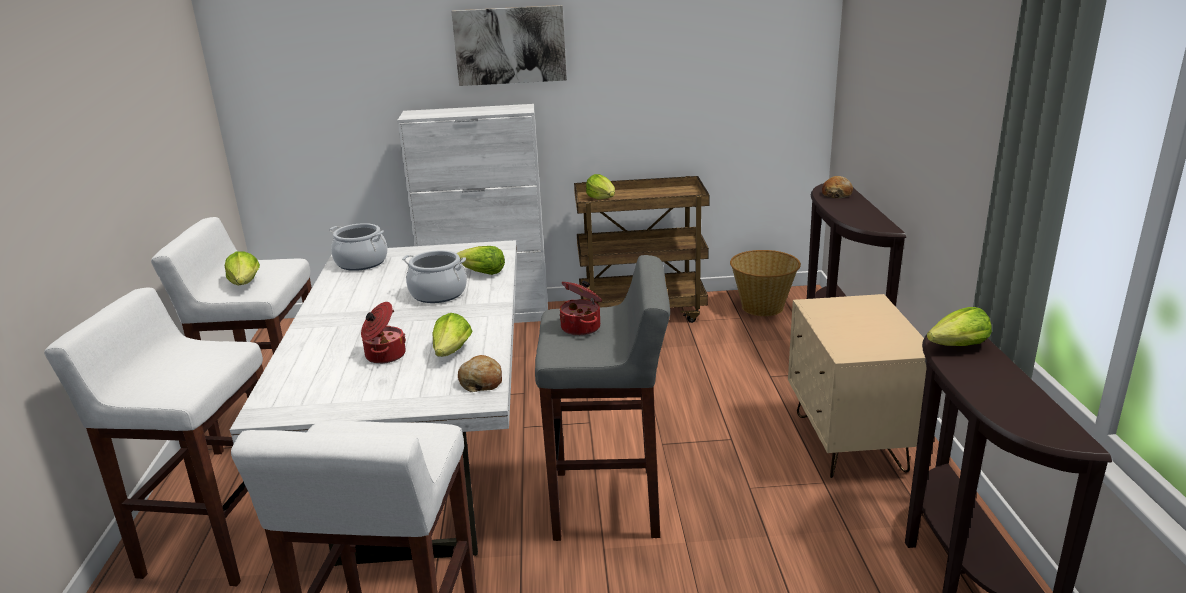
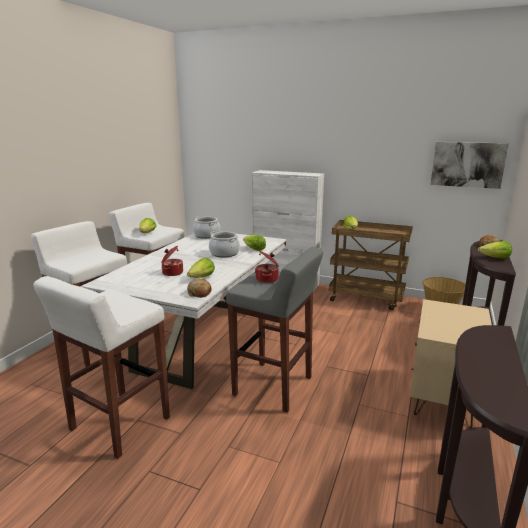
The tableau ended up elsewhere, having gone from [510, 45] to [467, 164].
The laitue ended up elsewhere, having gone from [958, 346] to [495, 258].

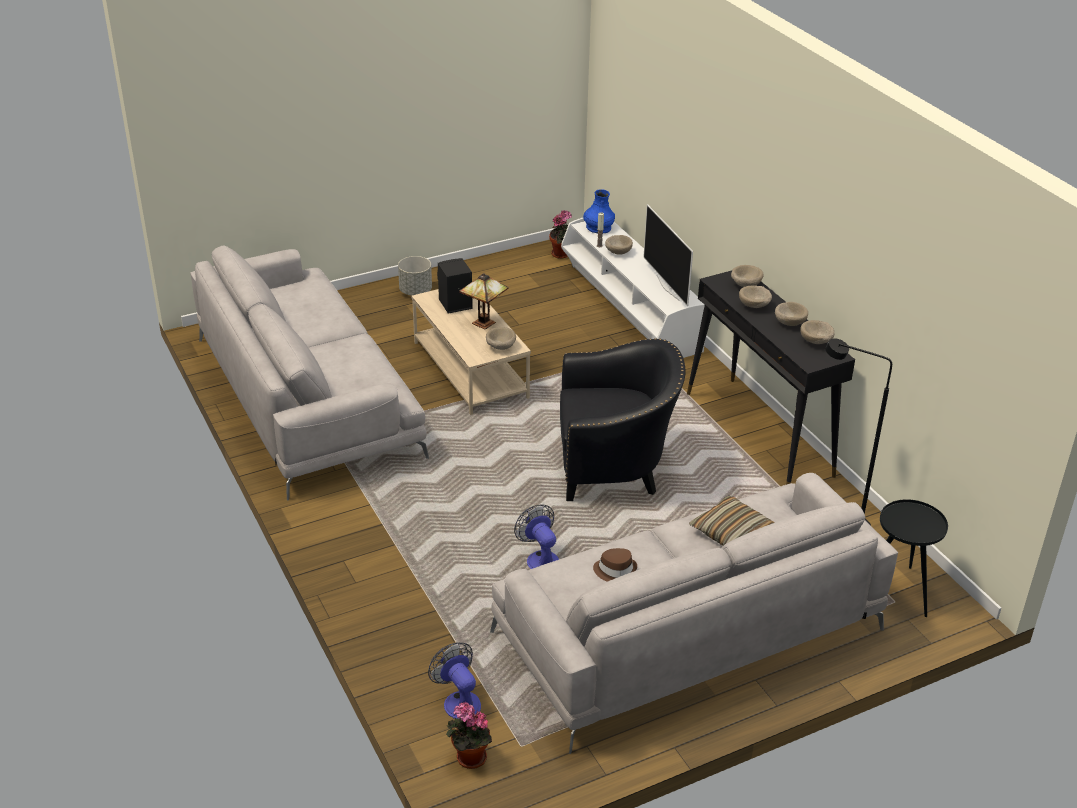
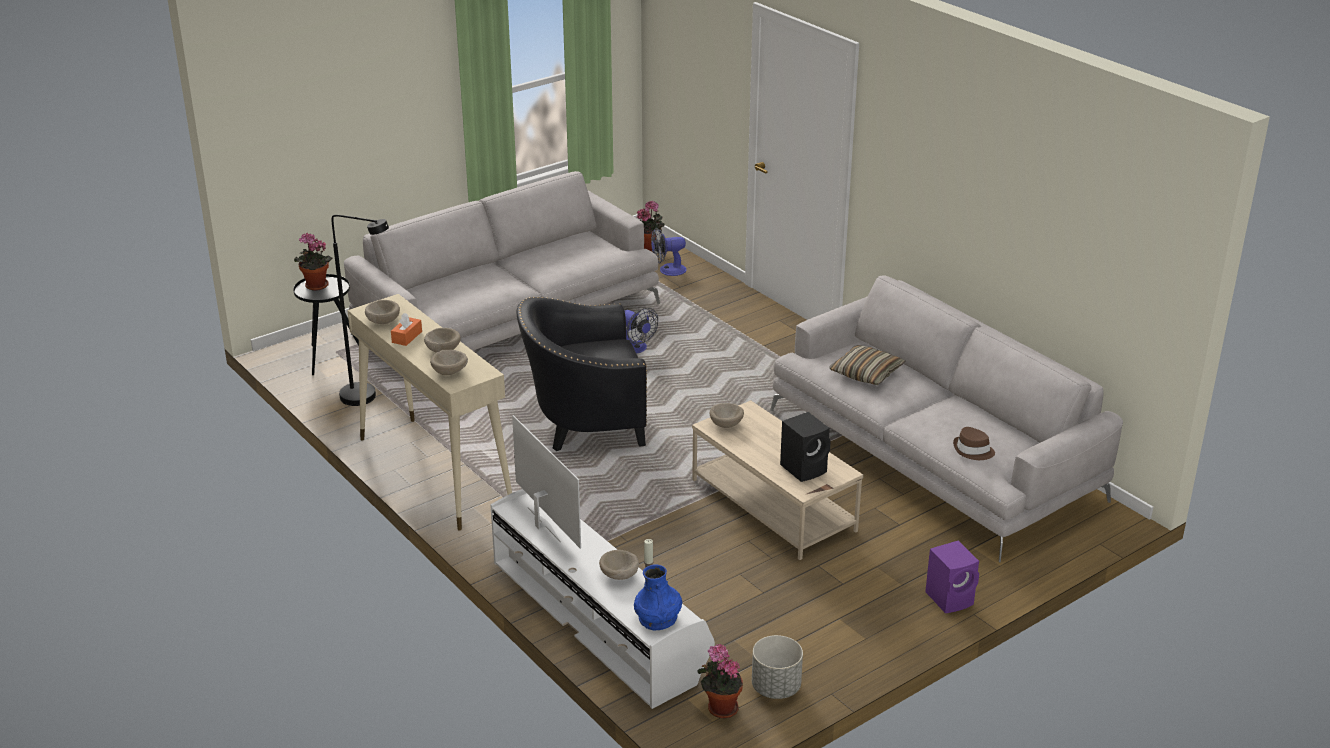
The second view lost the lampe de table at [485, 323].
The second view gained the plante en pot at [315, 286].
The second view gained the enceinte (violet) at [951, 598].
The cache-pot (gris) ended up elsewhere, having gone from [416, 291] to [775, 687].
The chapeau (marron) ended up elsewhere, having gone from [615, 570] to [973, 451].
The coussin ended up elsewhere, having gone from [732, 533] to [866, 373].
Where the bol (beige) stood at [789, 322], the boîte à mouchoirs (orange) came to stand at [407, 337].
What was the table console (noir) at [759, 434] turned into the table console (beige) at [434, 471].
The ventilateur at [458, 701] ended up facing another way, 120 degrees clockwise from before.

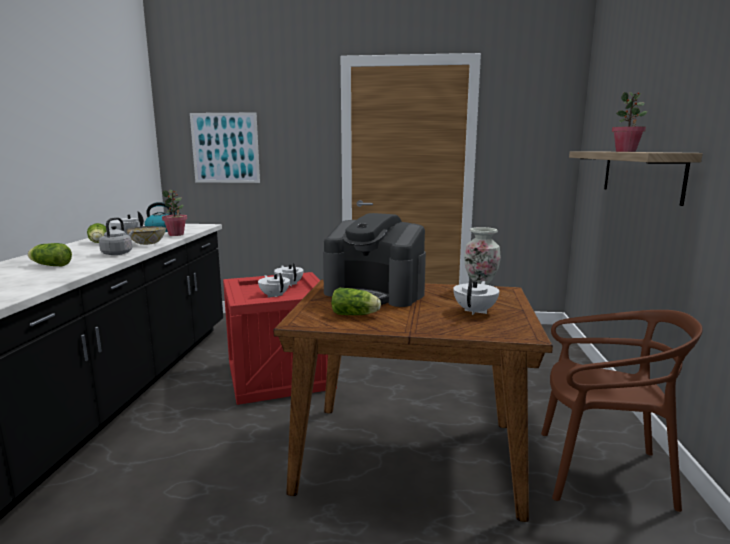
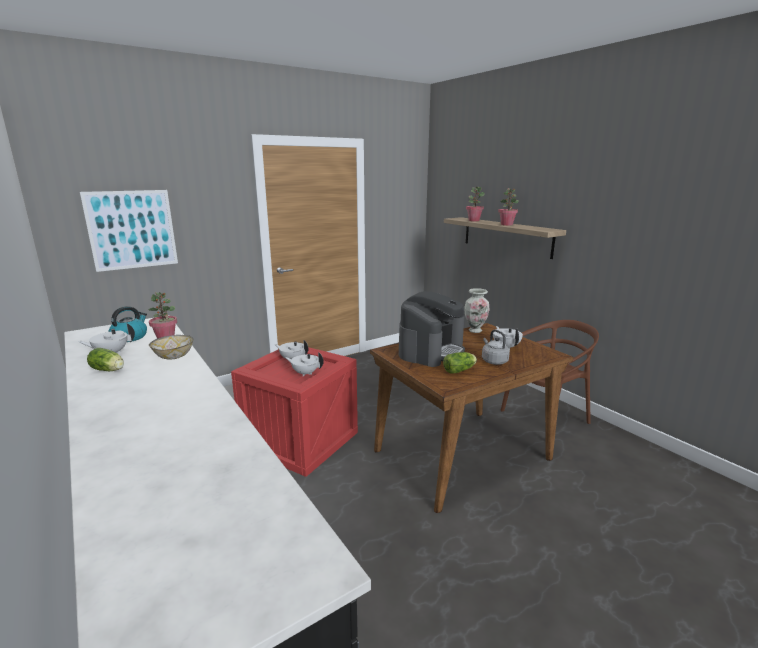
The second view lost the laitue at [50, 265].
The second view gained the plante en pot at [473, 220].
The bouilloire (gris) ended up elsewhere, having gone from [118, 253] to [493, 361].
The machine à café at [375, 293] ended up facing another way, 45 degrees counterclockwise from before.

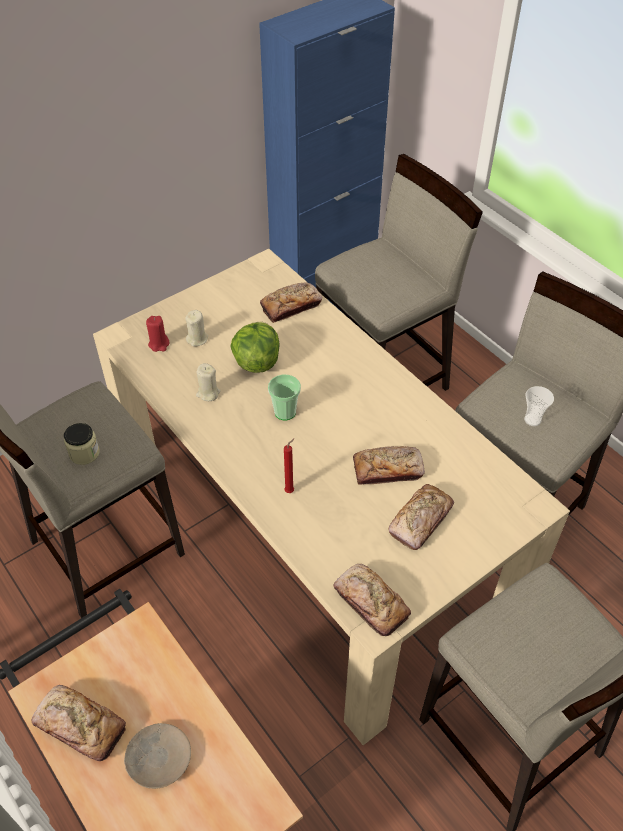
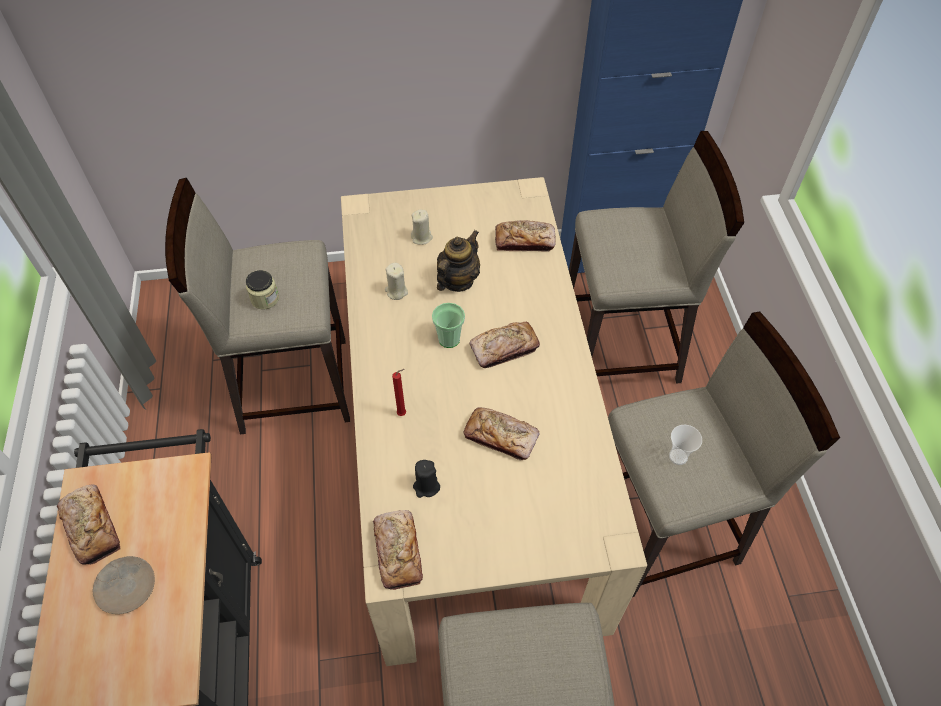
The second view lost the bougie (rouge) at [159, 344].
The second view gained the bougie (noir) at [426, 486].
The pain ended up elsewhere, having gone from [420, 521] to [504, 349].
Where the laitue stood at [256, 361], the théière came to stand at [457, 280].

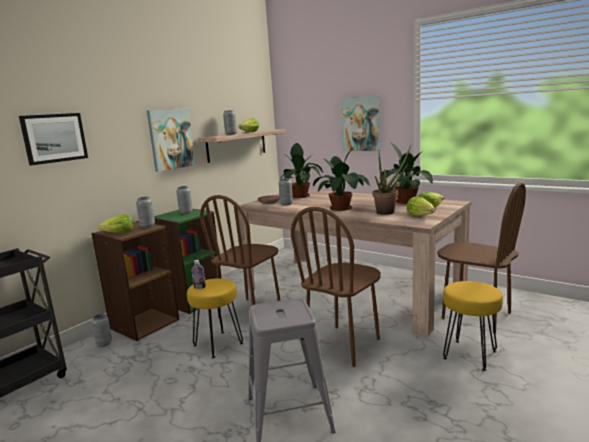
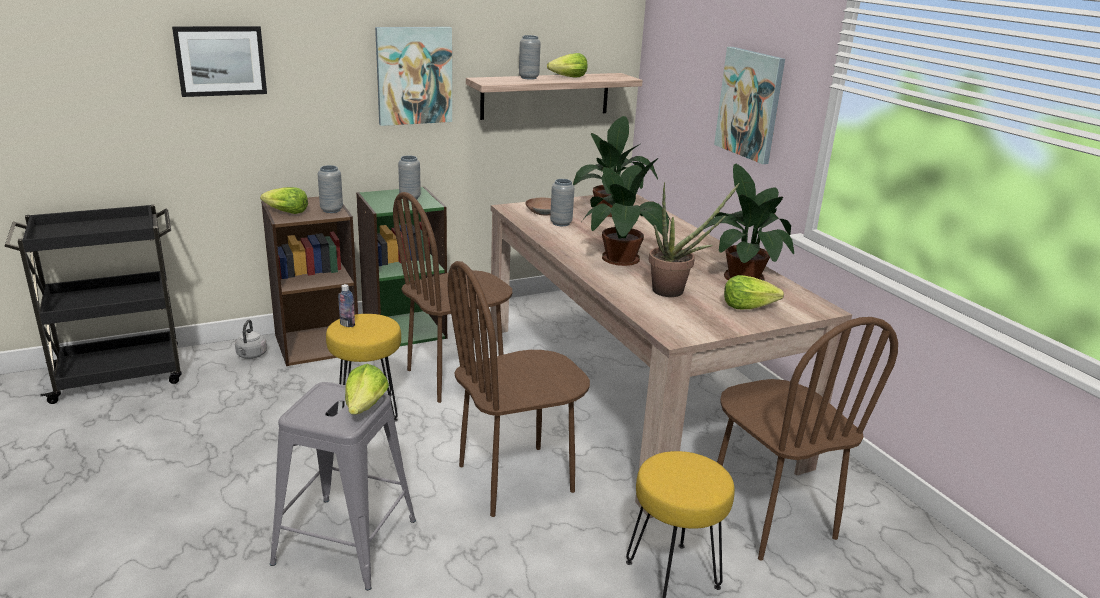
The laitue ended up elsewhere, having gone from [421, 216] to [365, 406].
Where the vase (gris) stood at [104, 344], the bouilloire (gris) came to stand at [251, 355].

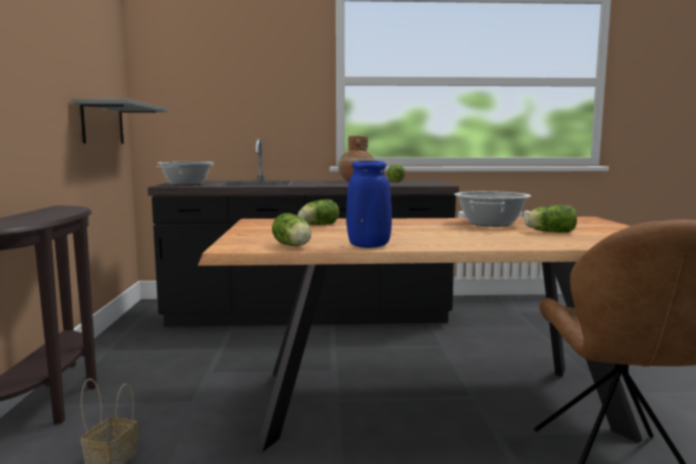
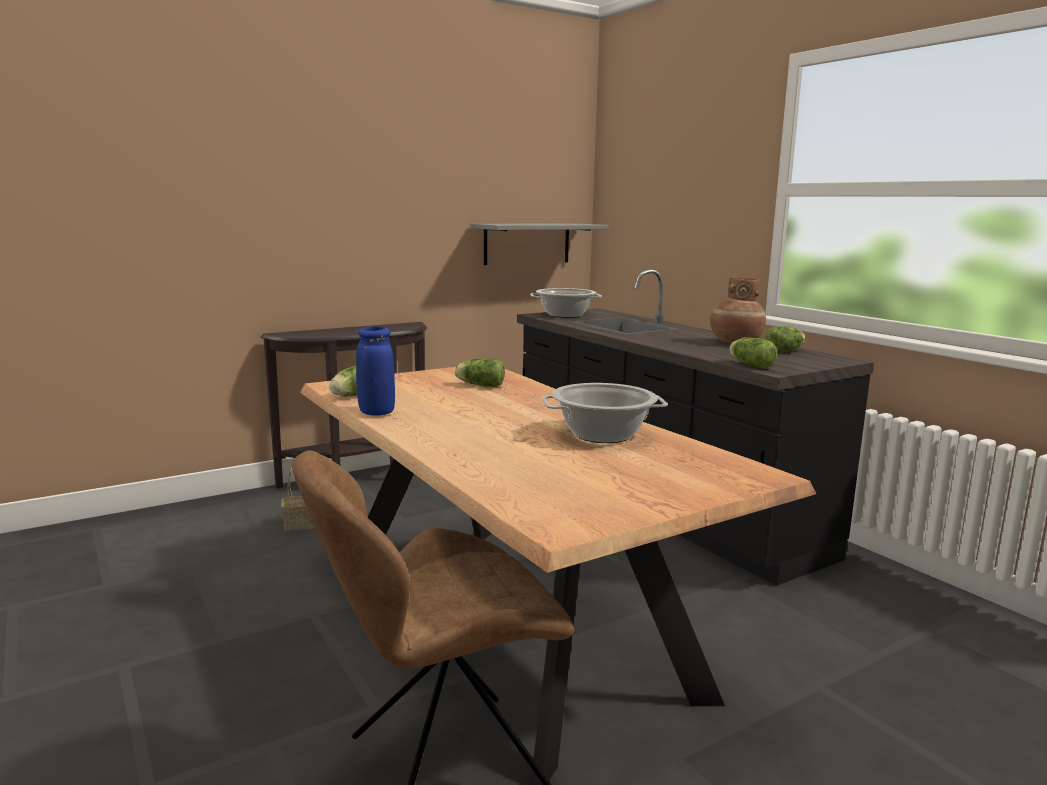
The laitue ended up elsewhere, having gone from [548, 232] to [749, 365].

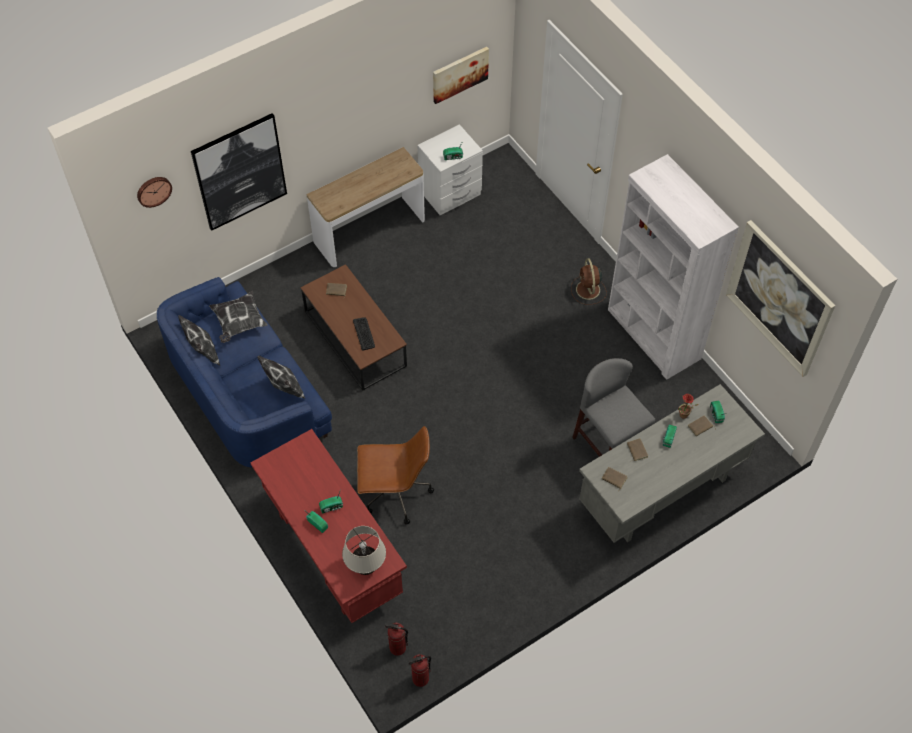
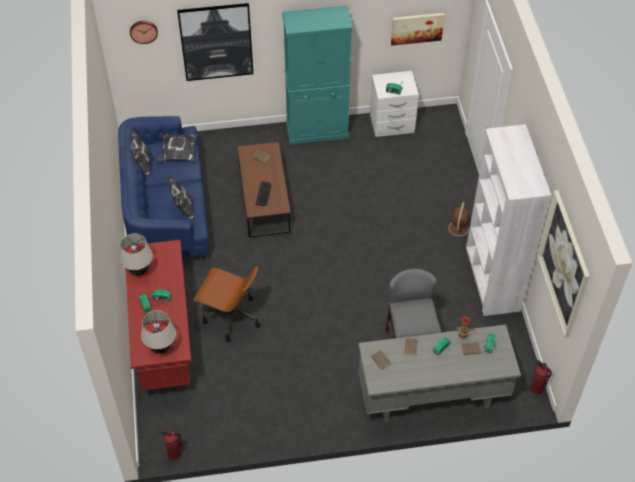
The second view gained the lampe de table (beige) at [139, 271].
The extincteur ended up elsewhere, having gone from [397, 648] to [536, 389].
Where the table console stood at [369, 231], the meuble de rangement (turquoise) came to stand at [317, 130].

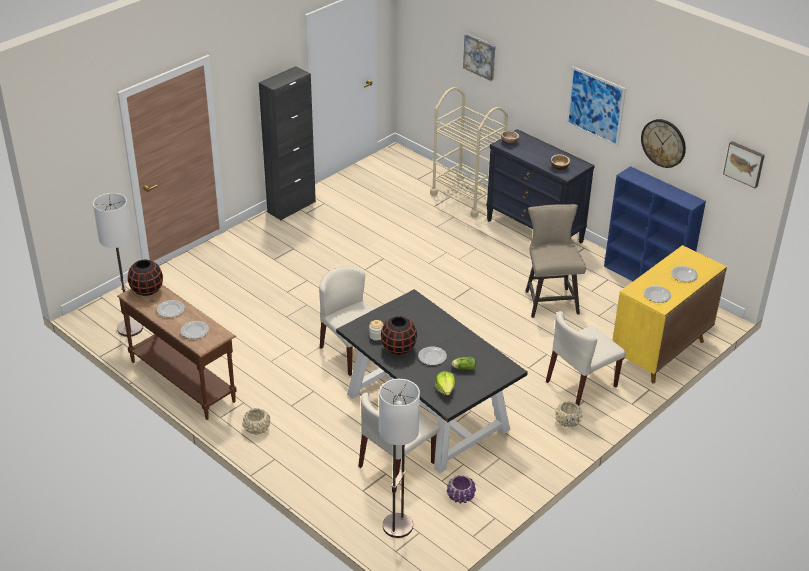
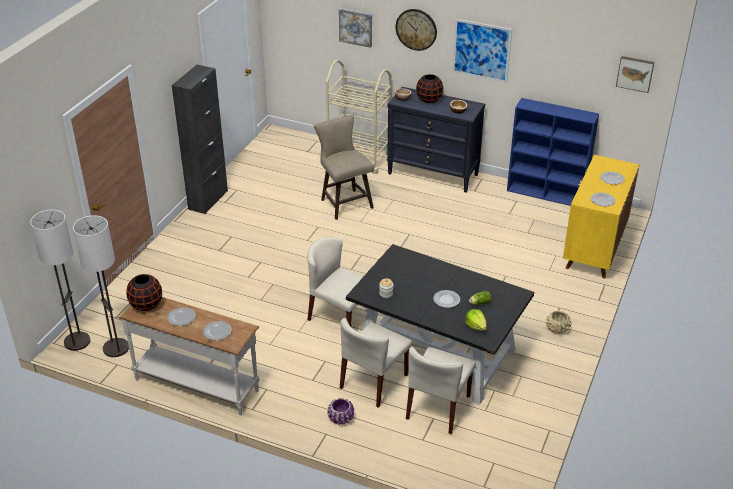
The second view lost the cache-pot (beige) at [257, 428].
The lampadaire ended up elsewhere, having gone from [398, 526] to [77, 342].
The vase (noir) ended up elsewhere, having gone from [398, 348] to [429, 99].
The cache-pot (violet) ended up elsewhere, having gone from [461, 496] to [341, 418].
The tabouret (beige) ended up elsewhere, having gone from [549, 300] to [344, 202].
The chaise (beige) ended up elsewhere, having gone from [581, 384] to [374, 382].
The horloge murale ended up elsewhere, having gone from [663, 143] to [416, 29].
What was the table console (marron) at [183, 380] turned into the table console (blanc) at [197, 384].

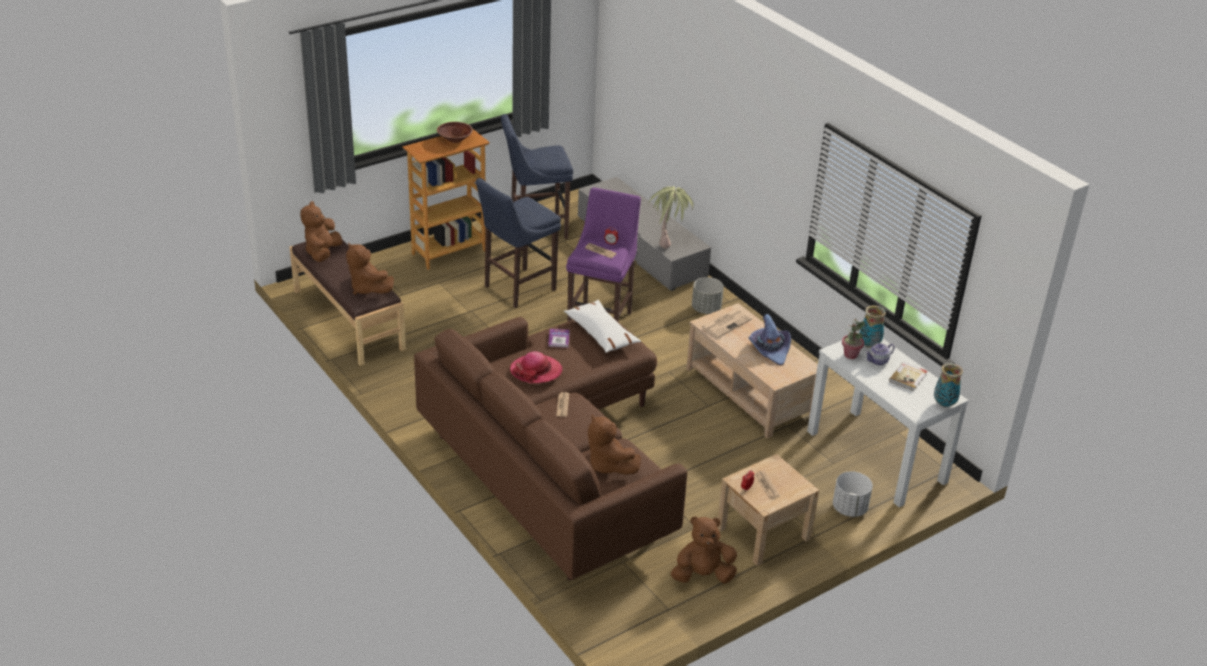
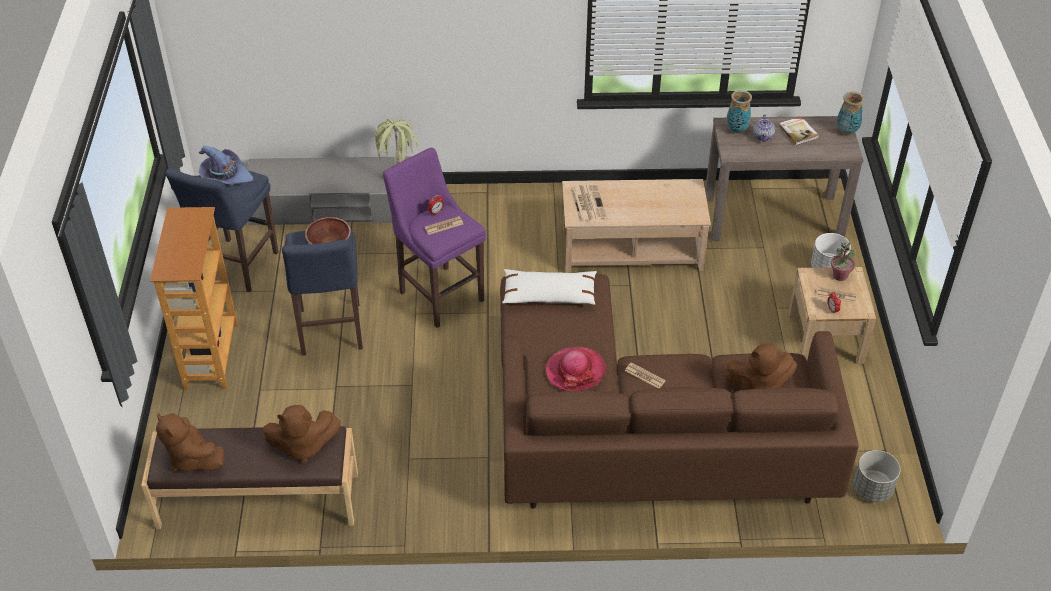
The second view lost the livre at [558, 339].
The second view lost the peluche (marron) at [702, 575].
The bol (marron) ended up elsewhere, having gone from [455, 139] to [329, 242].
The cache-pot (gris) ended up elsewhere, having gone from [706, 309] to [872, 489].
The chapeau (violet) ended up elsewhere, having gone from [770, 349] to [225, 176].
The plante en pot ended up elsewhere, having gone from [850, 355] to [839, 276].
What was the table console (blanc) at [876, 457] turned into the table console (marron) at [773, 217].

